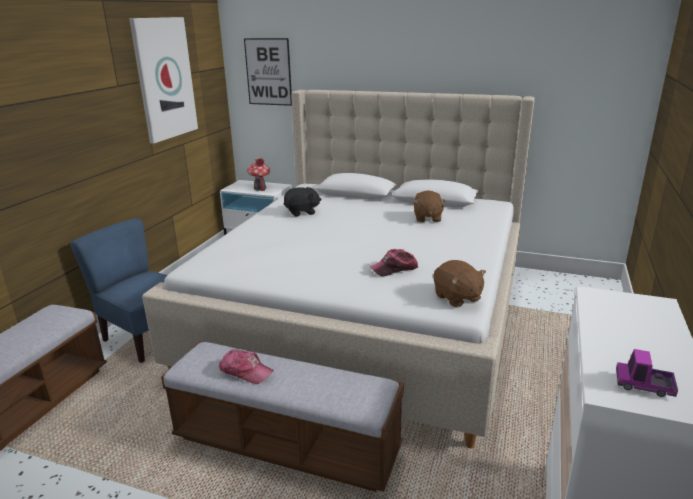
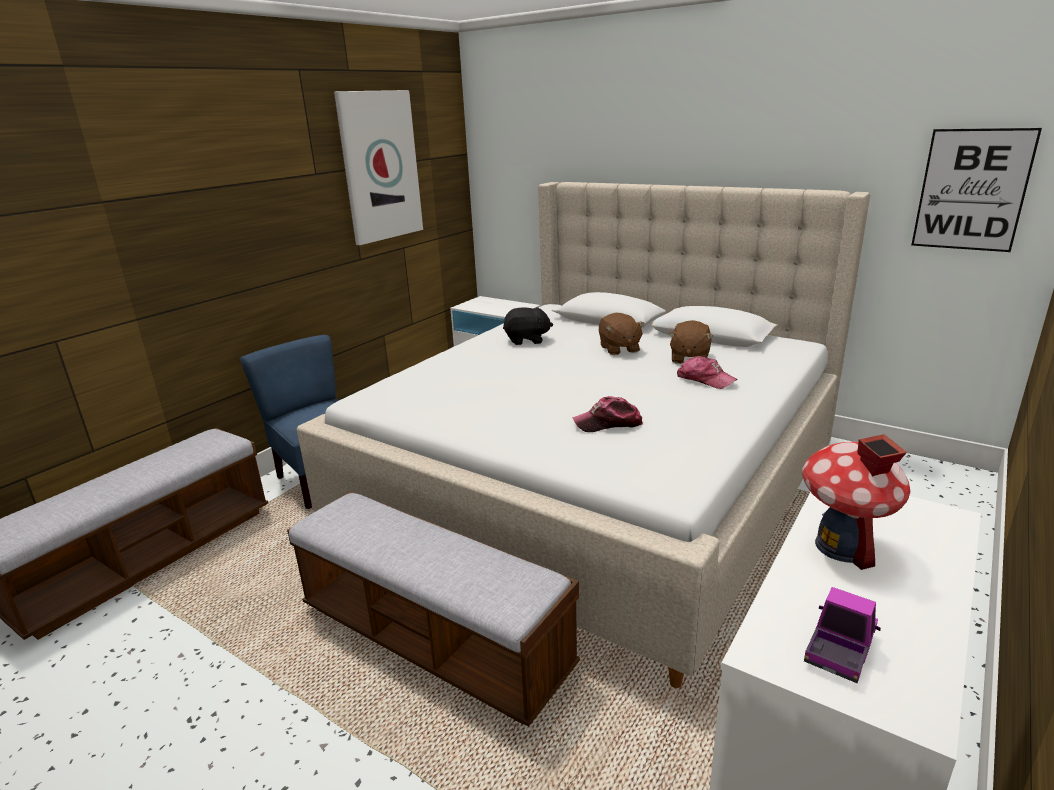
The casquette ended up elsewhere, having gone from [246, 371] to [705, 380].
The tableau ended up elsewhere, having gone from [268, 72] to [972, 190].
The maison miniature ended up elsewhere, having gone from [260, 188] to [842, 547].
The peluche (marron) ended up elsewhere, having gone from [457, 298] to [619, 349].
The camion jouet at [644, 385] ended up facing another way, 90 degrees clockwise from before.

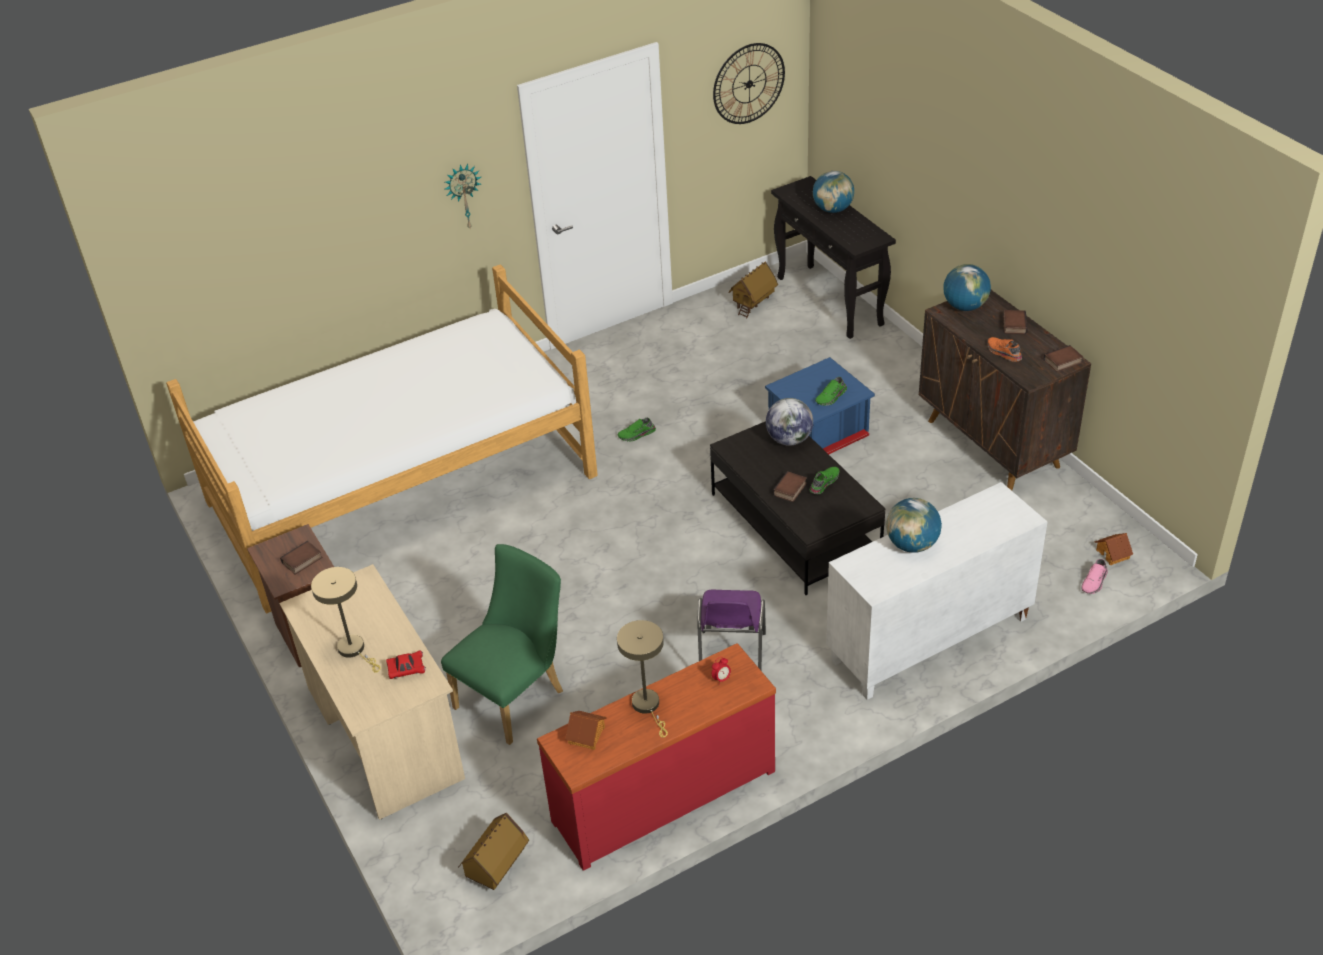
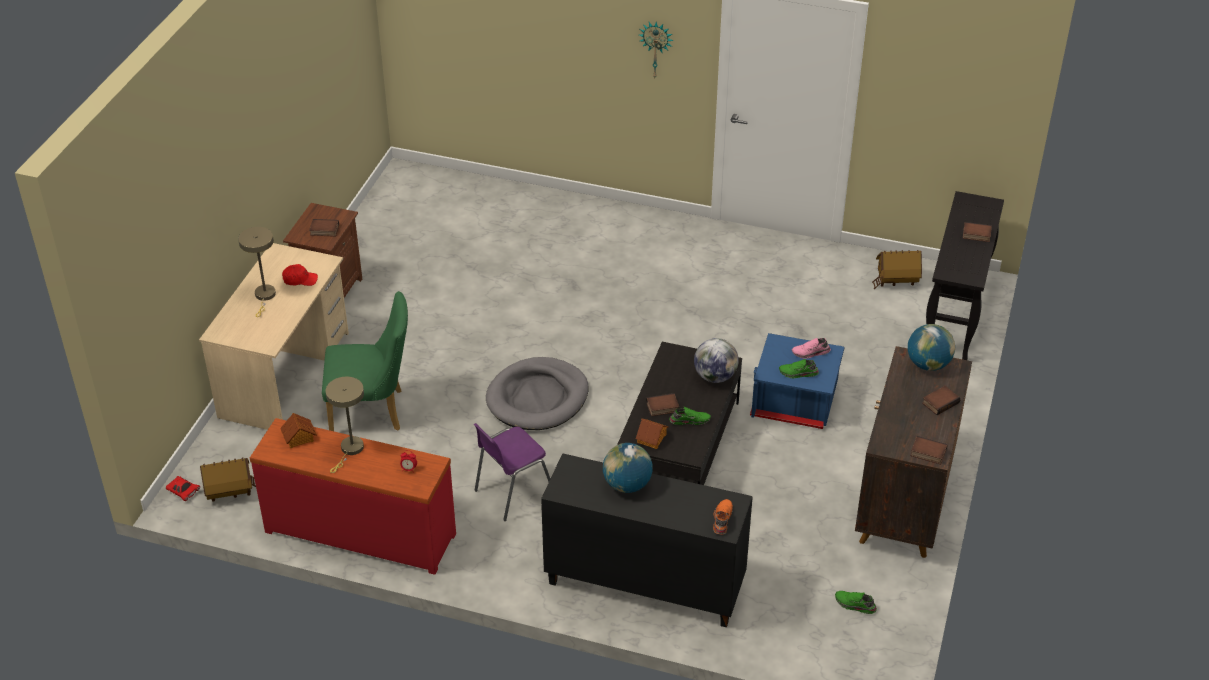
The second view lost the lit at [400, 488].
The second view lost the horloge murale at [749, 83].
The second view gained the casquette (rouge) at [300, 279].
The second view gained the panier pour chien (gris) at [537, 398].
The petite voiture (rouge) ended up elsewhere, having gone from [406, 670] to [183, 492].
The chaussure (vert) ended up elsewhere, having gone from [637, 435] to [854, 605].
The chaussure (orange) ended up elsewhere, having gone from [1003, 353] to [721, 519].
The chaussure (rose) ended up elsewhere, having gone from [1095, 582] to [810, 353].
The maison miniature ended up elsewhere, having gone from [1113, 554] to [652, 438].
Where the globe stood at [833, 209], the livre came to stand at [976, 235].
What was the meuble de rangement (blanc) at [929, 641] turned into the meuble de rangement (noir) at [643, 585].

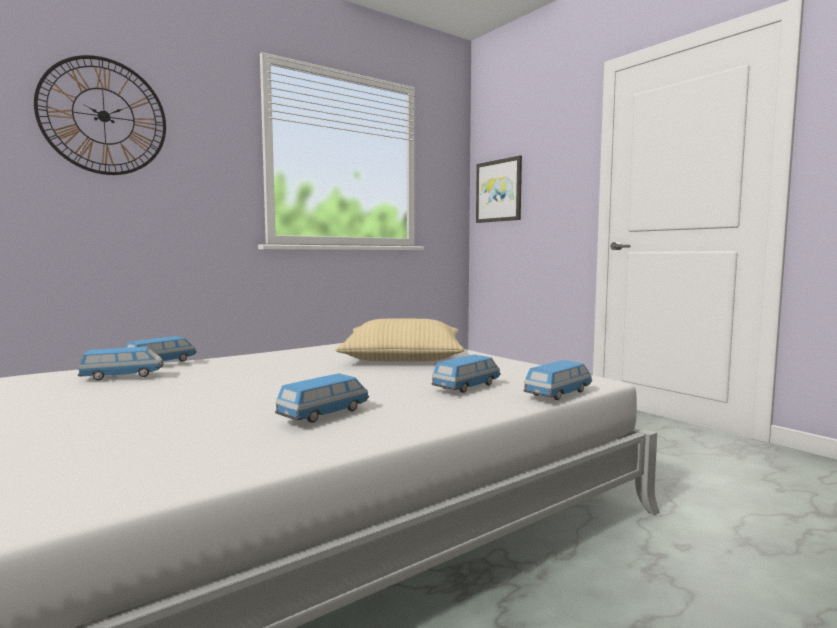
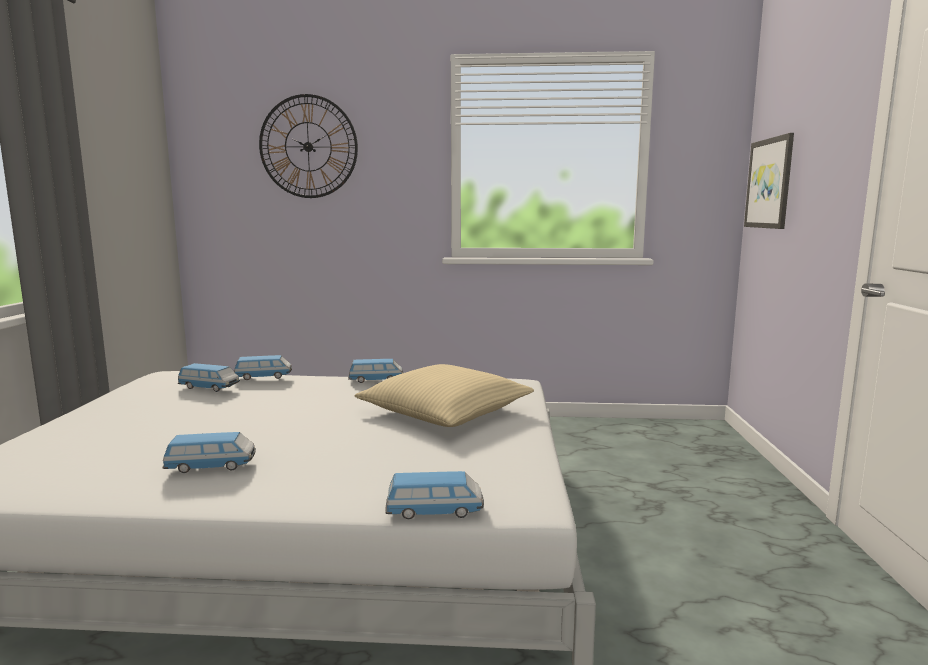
The petite voiture ended up elsewhere, having gone from [467, 386] to [376, 380].

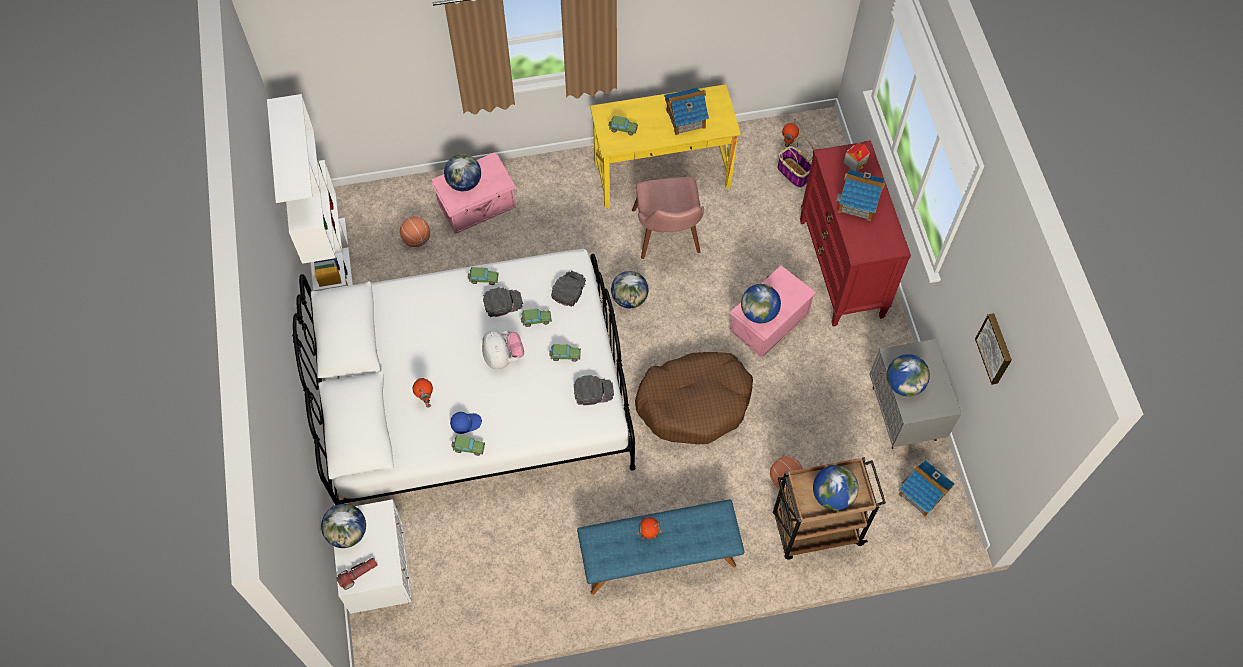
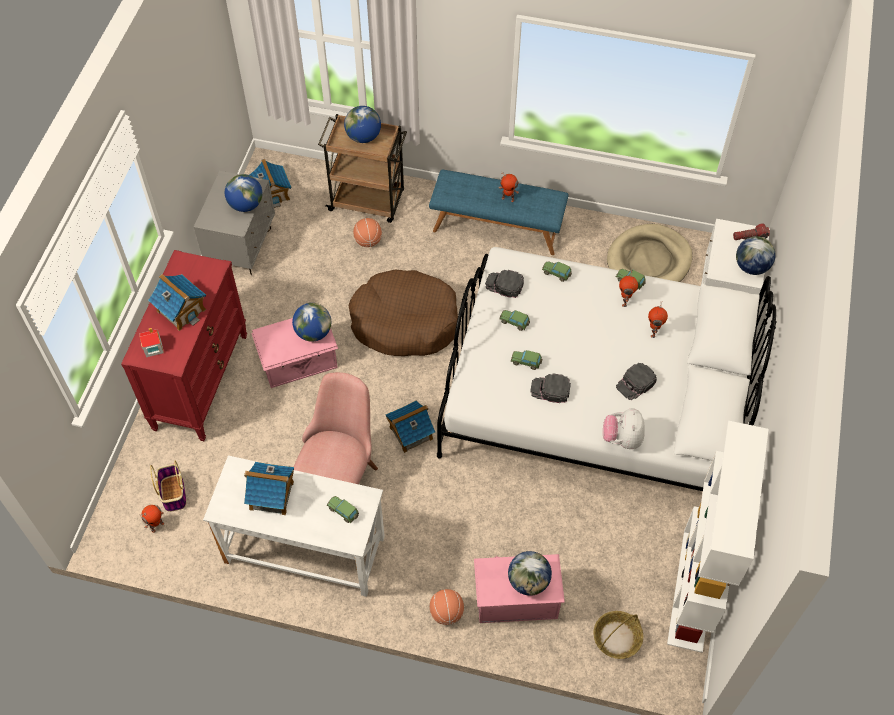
The second view lost the tableau at [995, 348].
The second view gained the panier at [617, 638].
The second view gained the panier pour chien (beige) at [649, 261].
The ballon de basket ended up elsewhere, having gone from [416, 239] to [446, 613].
The petite voiture ended up elsewhere, having gone from [483, 279] to [556, 273].
The peluche ended up elsewhere, having gone from [503, 357] to [622, 438].
The casquette (noir) ended up elsewhere, having gone from [569, 289] to [635, 383].
Where the casquette (bleu) stood at [466, 423], the robot jouet came to stand at [625, 301].
Where the globe stood at [629, 298], the maison miniature came to stand at [410, 433].
What was the bureau (jaune) at [662, 174] turned into the bureau (blanc) at [304, 550].

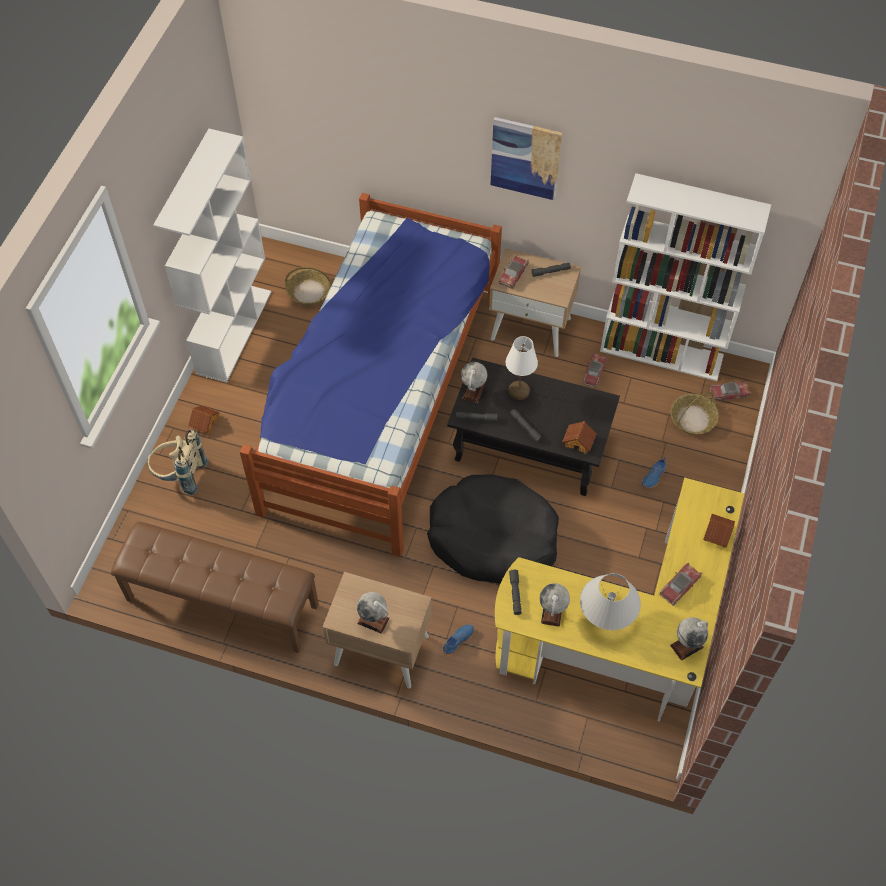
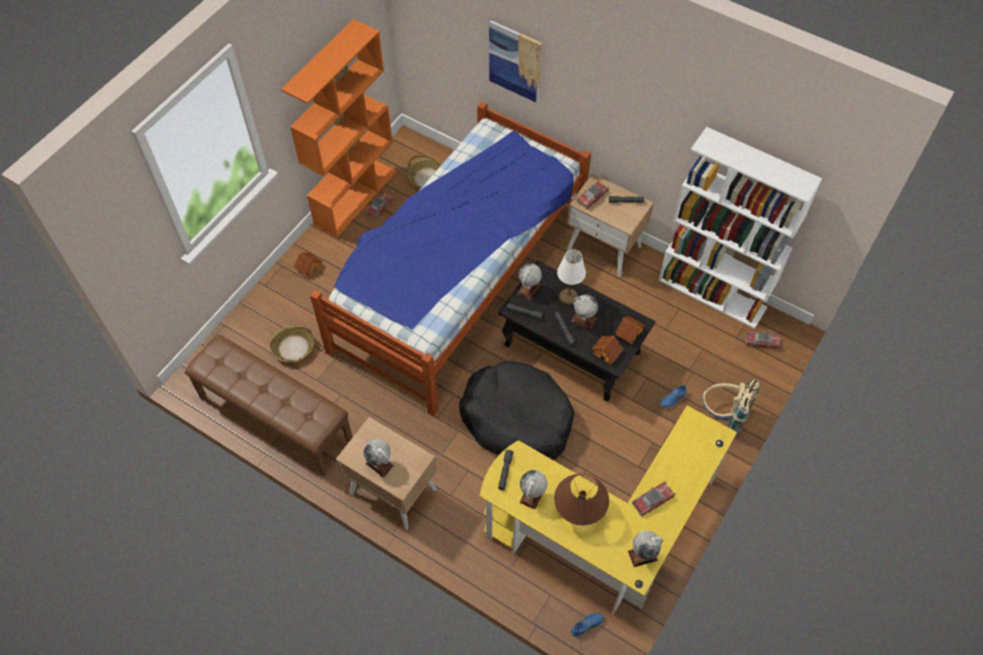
The second view gained the globe at [584, 320].
The sac à dos (beige) ended up elsewhere, having gone from [180, 476] to [723, 415].
The chaussure (bleu) ended up elsewhere, having gone from [457, 640] to [585, 625].
The tableau ended up elsewhere, having gone from [525, 158] to [515, 61].
The petite voiture ended up elsewhere, having gone from [594, 372] to [379, 207].
The panier ended up elsewhere, having gone from [692, 418] to [293, 348].
The maison miniature ended up elsewhere, having gone from [717, 533] to [629, 332].
What was the bibliothèque (blanc) at [233, 331] turned into the bibliothèque (orange) at [355, 197].
What was the lampe de table (blanc) at [606, 615] turned into the lampe de table (marron) at [579, 510].

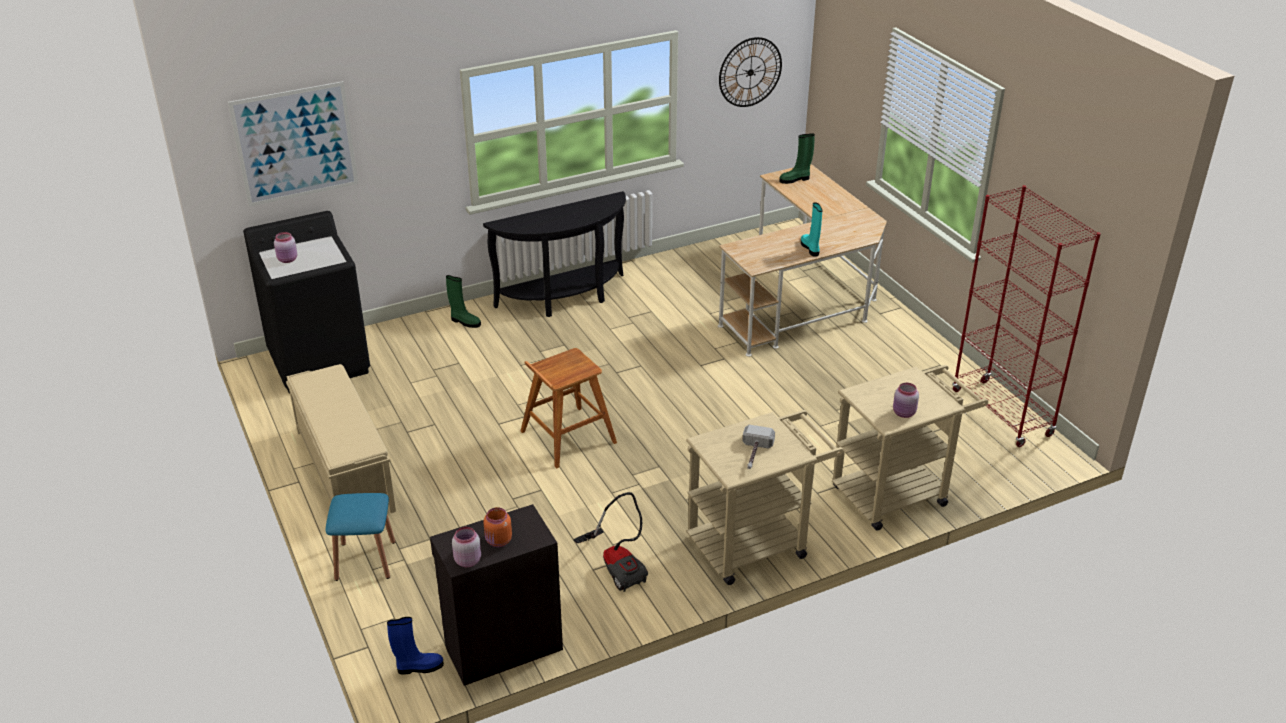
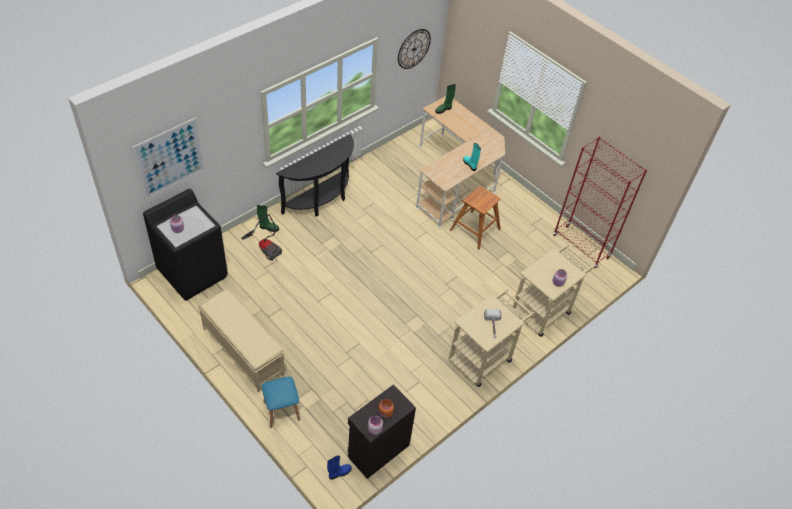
The tabouret (marron) ended up elsewhere, having gone from [567, 437] to [474, 230].
The aspirateur ended up elsewhere, having gone from [618, 565] to [266, 247].

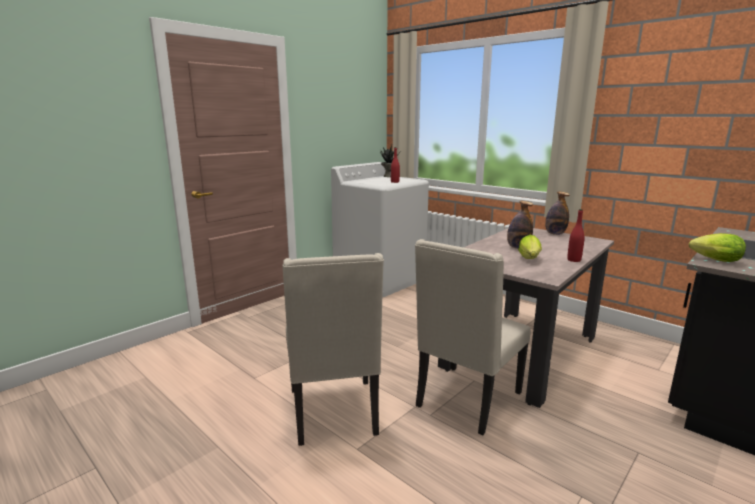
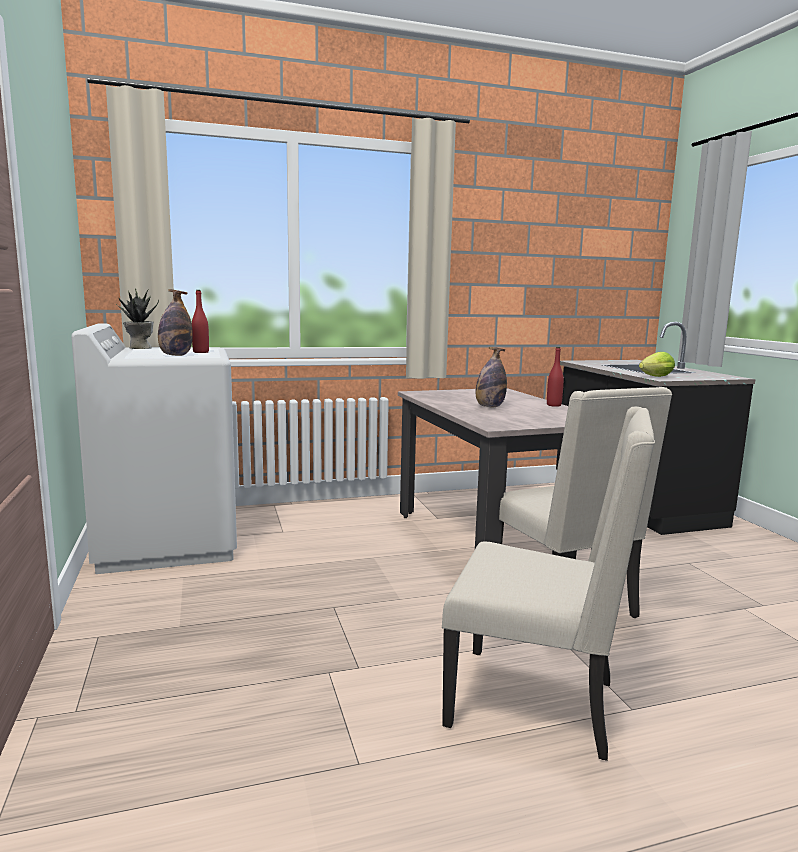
The second view lost the laitue at [529, 259].
The bouteille ended up elsewhere, having gone from [555, 233] to [175, 355].

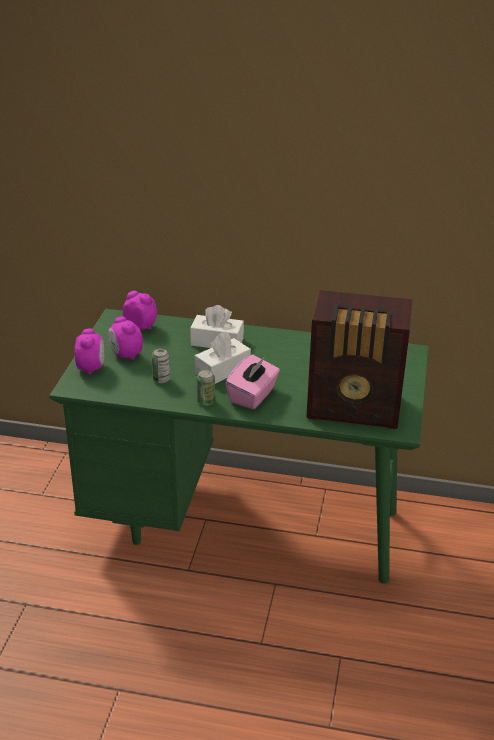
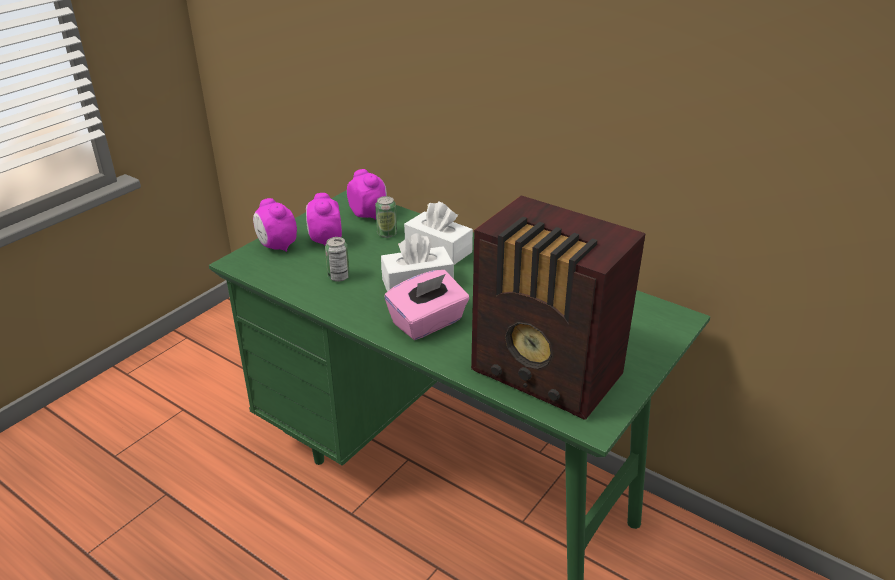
The boîte métallique ended up elsewhere, having gone from [206, 401] to [387, 233].
The réveil at [91, 368] ended up facing another way, 120 degrees clockwise from before.

